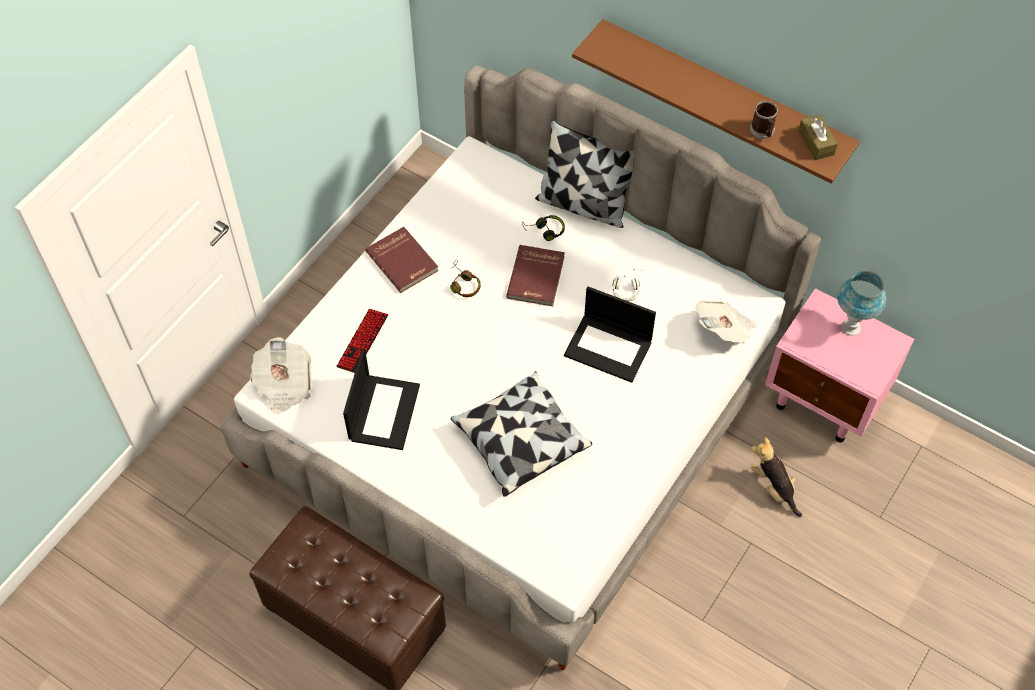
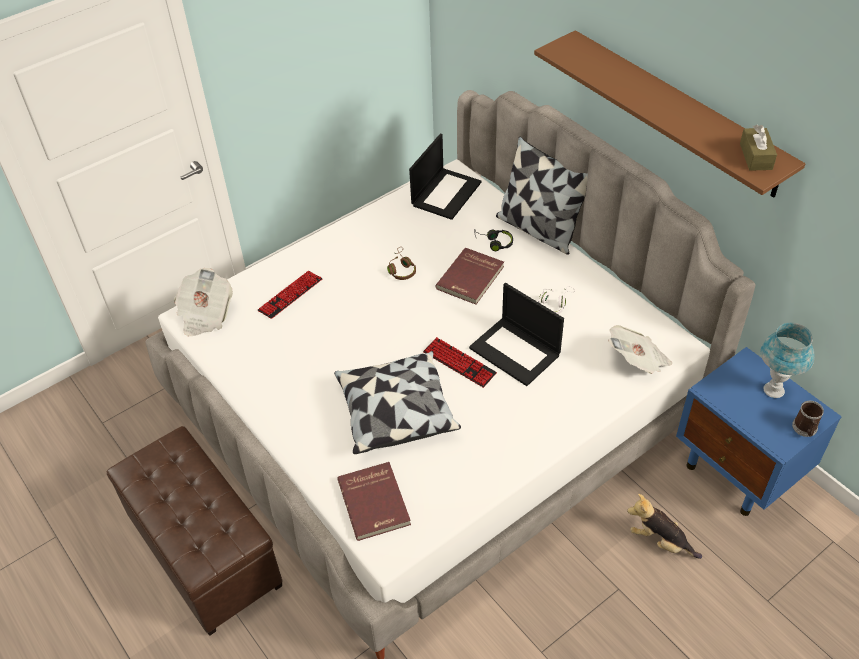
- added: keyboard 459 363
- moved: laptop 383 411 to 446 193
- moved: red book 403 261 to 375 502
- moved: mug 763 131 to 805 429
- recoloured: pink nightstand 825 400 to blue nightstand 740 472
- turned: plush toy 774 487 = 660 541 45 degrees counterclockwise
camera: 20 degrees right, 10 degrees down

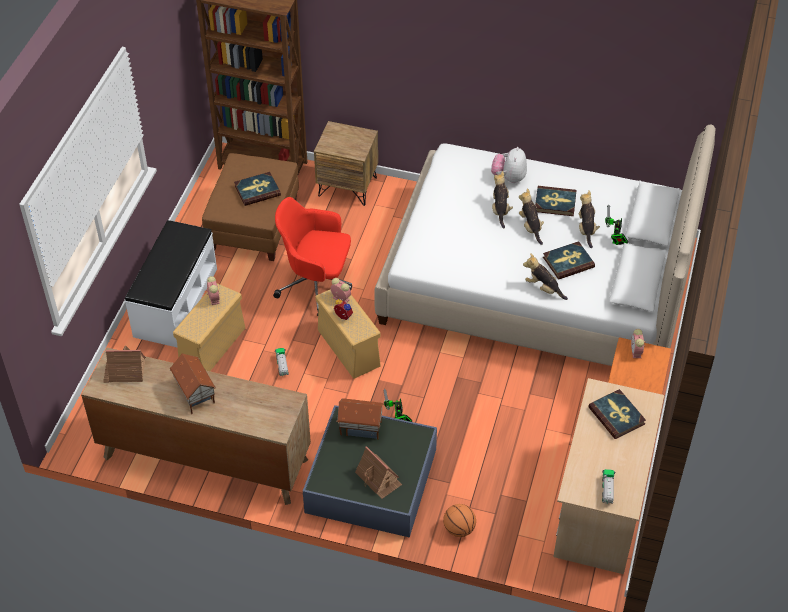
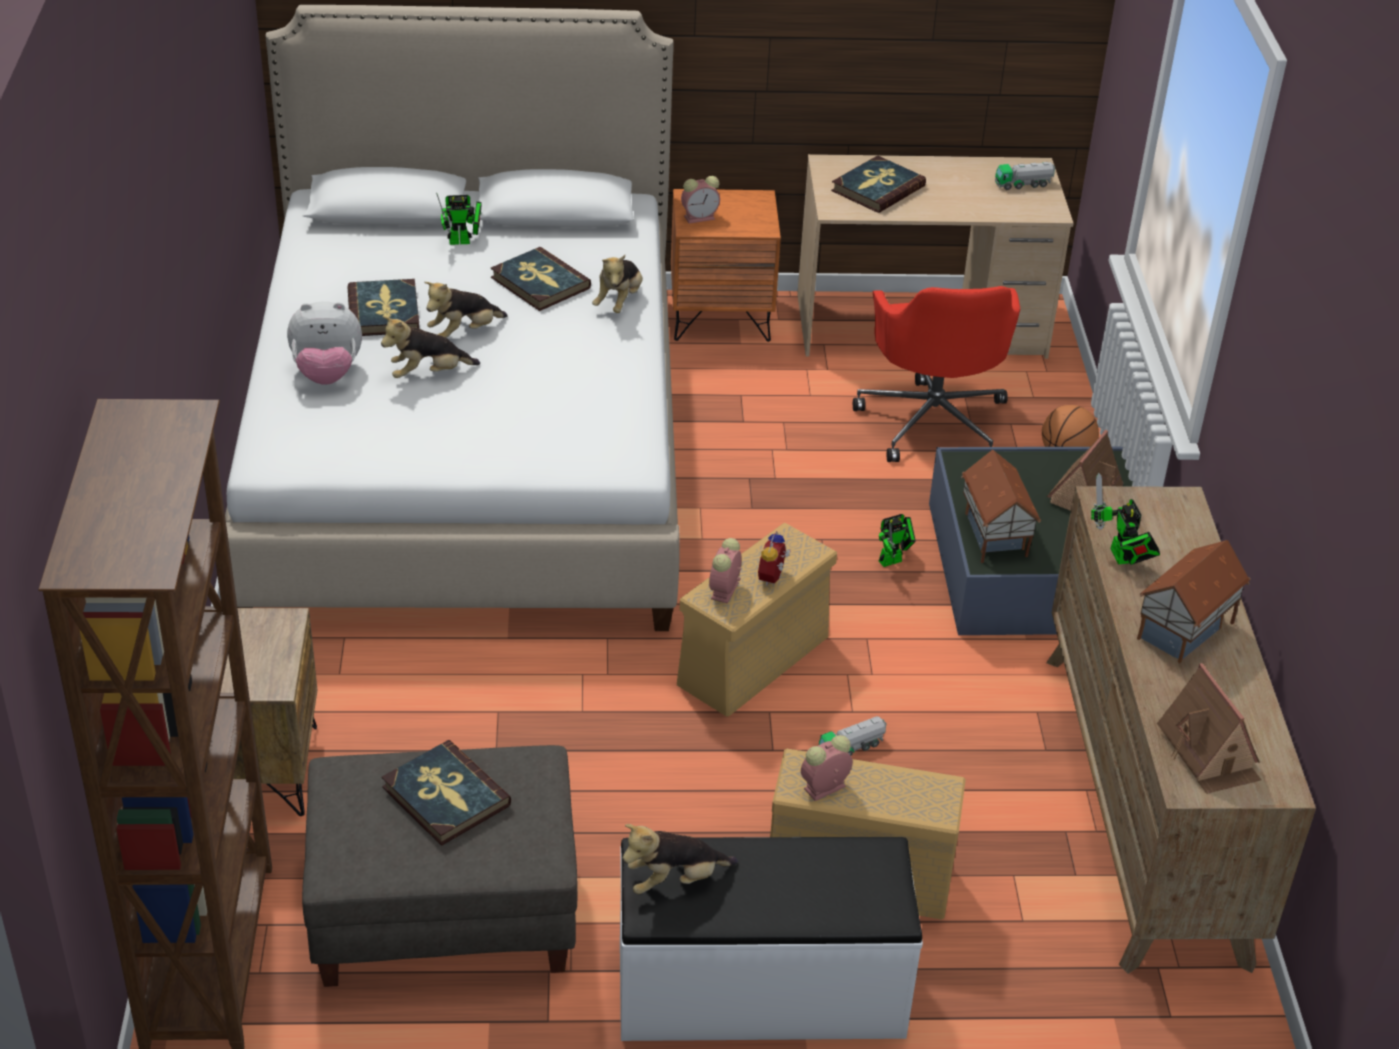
- added: toy robot 1121 558
- moved: red office chair 316 285 to 933 421
- moved: plush toy 586 229 to 674 880
- recoloured: brown ottoman 253 225 to grey ottoman 444 912
camera: 110 degrees left, 10 degrees down

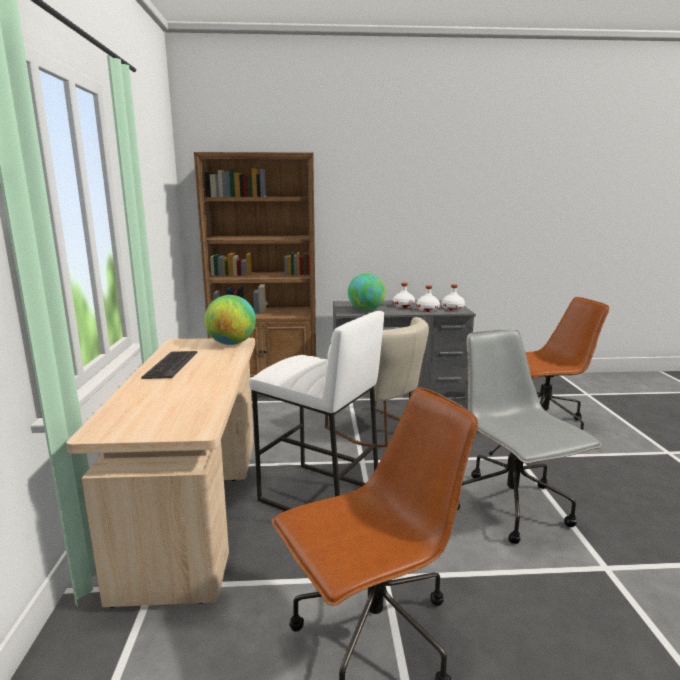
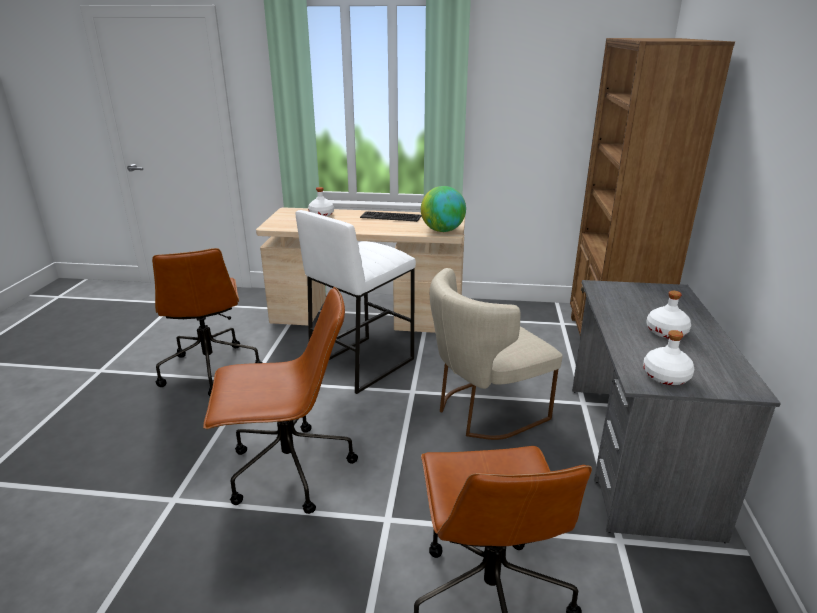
- removed: globe 366 310
- moved: white bottle 428 310 to 321 215
- recoloured: grey office chair 511 507 to brown office chair 288 471
camera: 100 degrees right, 10 degrees up

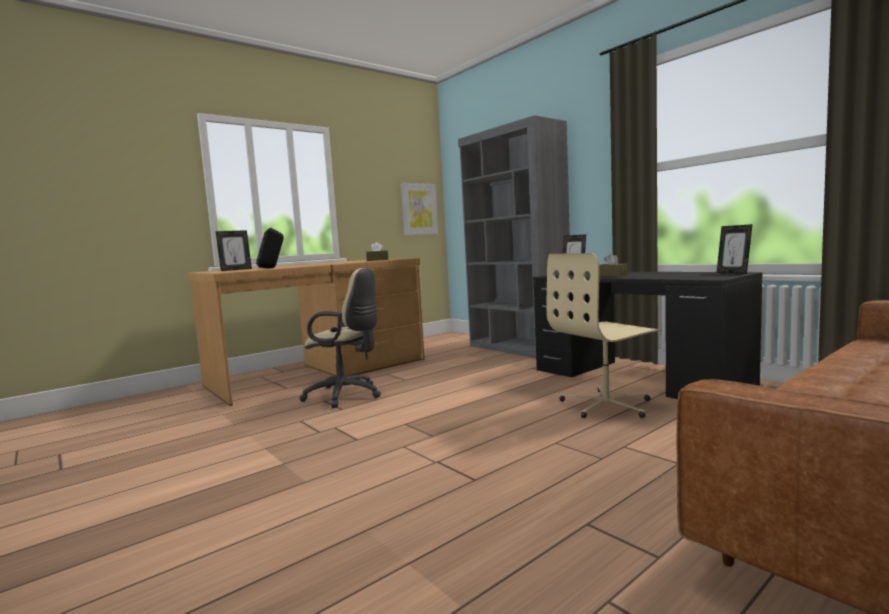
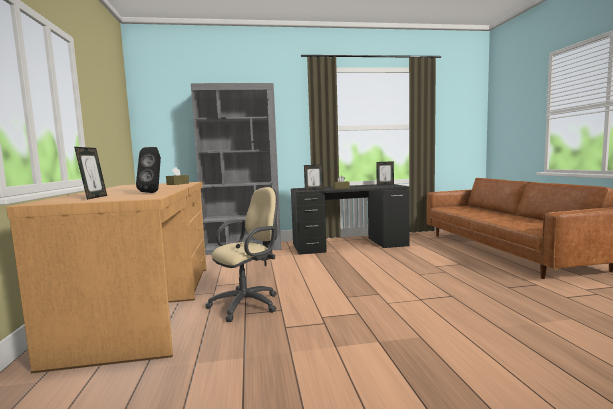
- removed: picture 419 209
- removed: beige office chair 607 405
camera: 60 degrees left, 0 degrees up

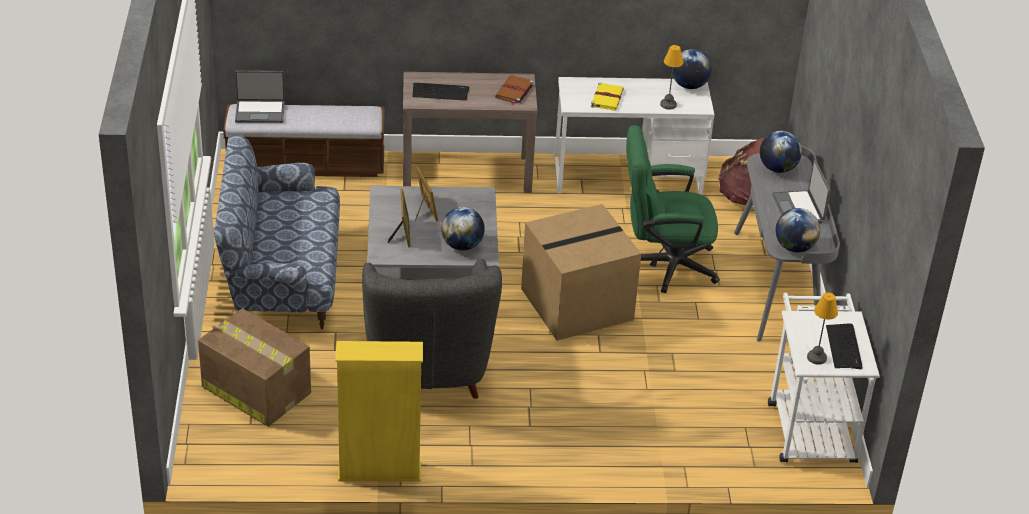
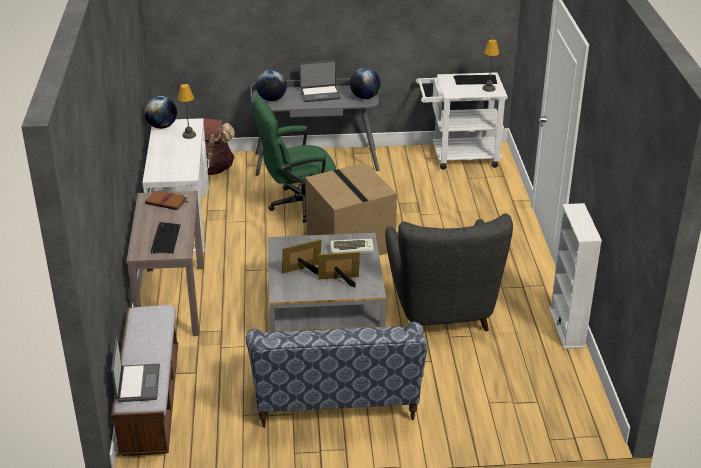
- removed: cardboard box 255 389
- removed: yellow book 607 98
- replaced: globe 462 245 to keyboard 352 250
- recoloured: yellow bookcase 379 472 to white bookcase 567 328
- turned: grey armchair 427 368 = 442 310 90 degrees clockwise
- turned: green office chair 663 265 = 298 205 75 degrees clockwise
camera: 90 degrees left, 5 degrees down

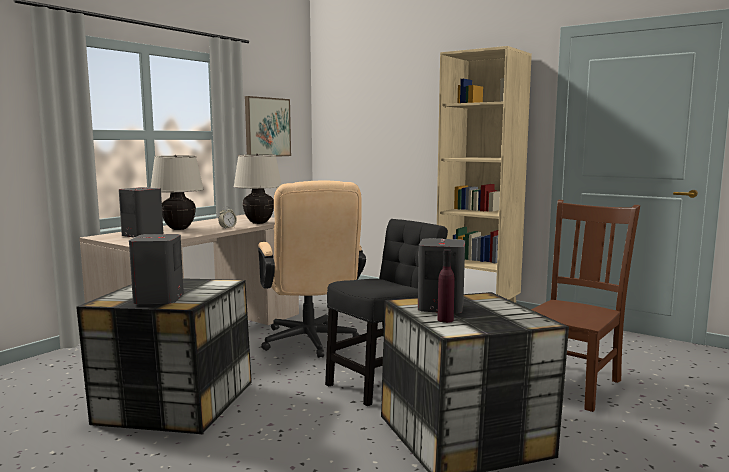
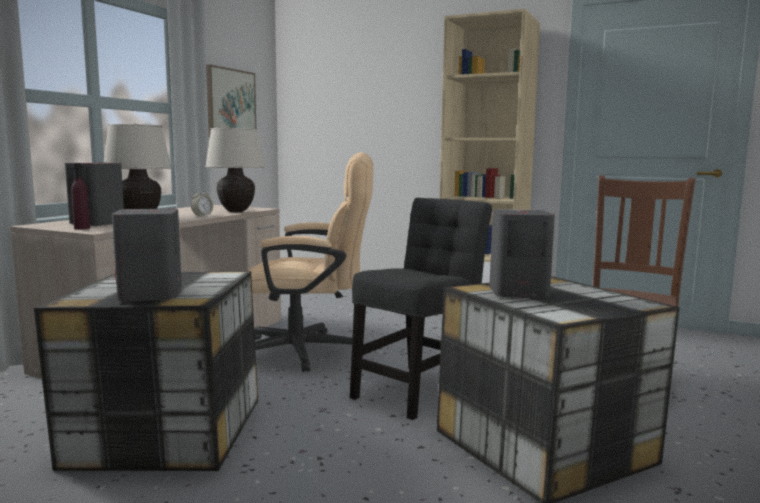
- moved: purple bottle 445 320 to 82 228
- turned: beige office chair 310 343 = 310 351 60 degrees counterclockwise
camera: 10 degrees left, 0 degrees up

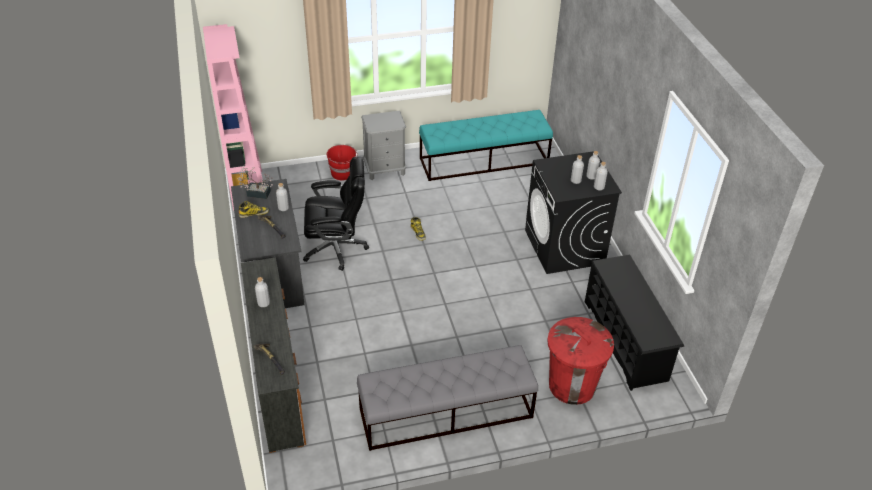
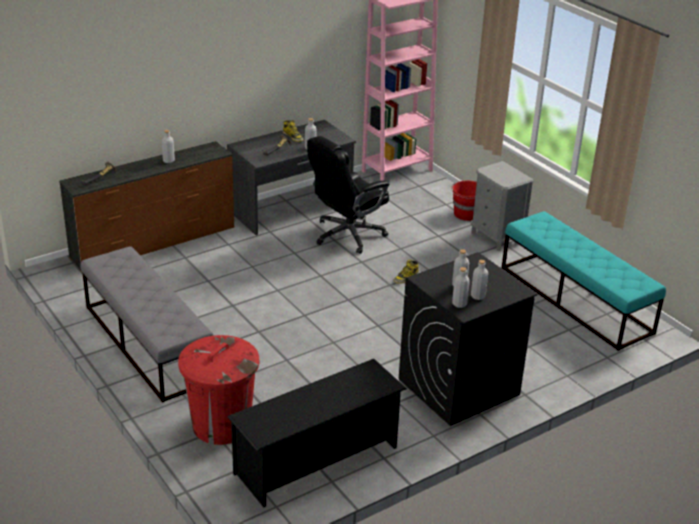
- removed: potted plant 256 193
- turned: black office chair 336 248 = 347 235 75 degrees clockwise
camera: 70 degrees right, 10 degrees down

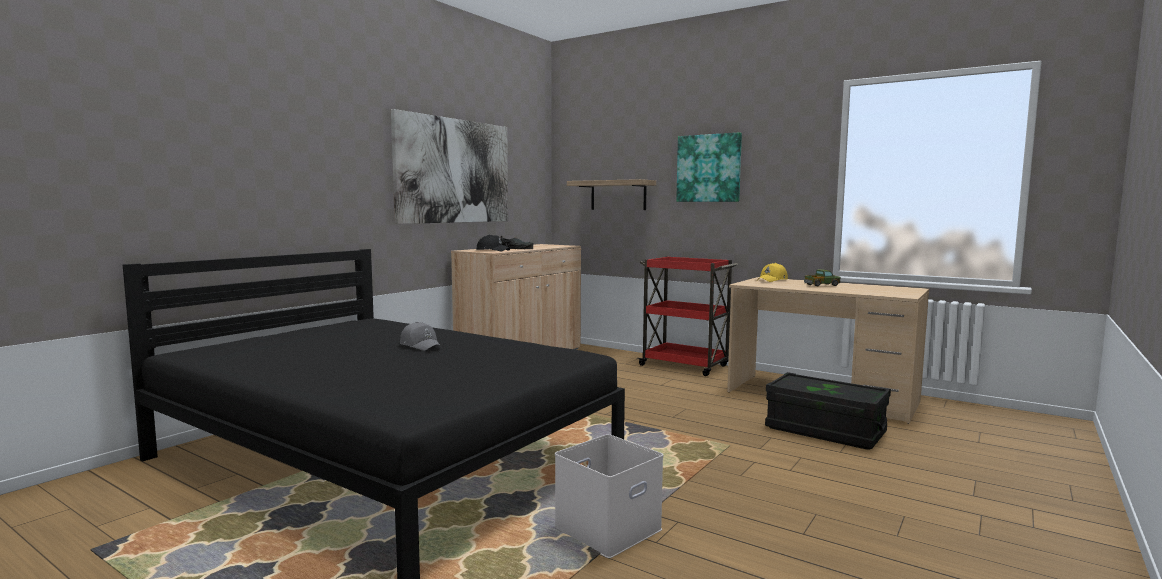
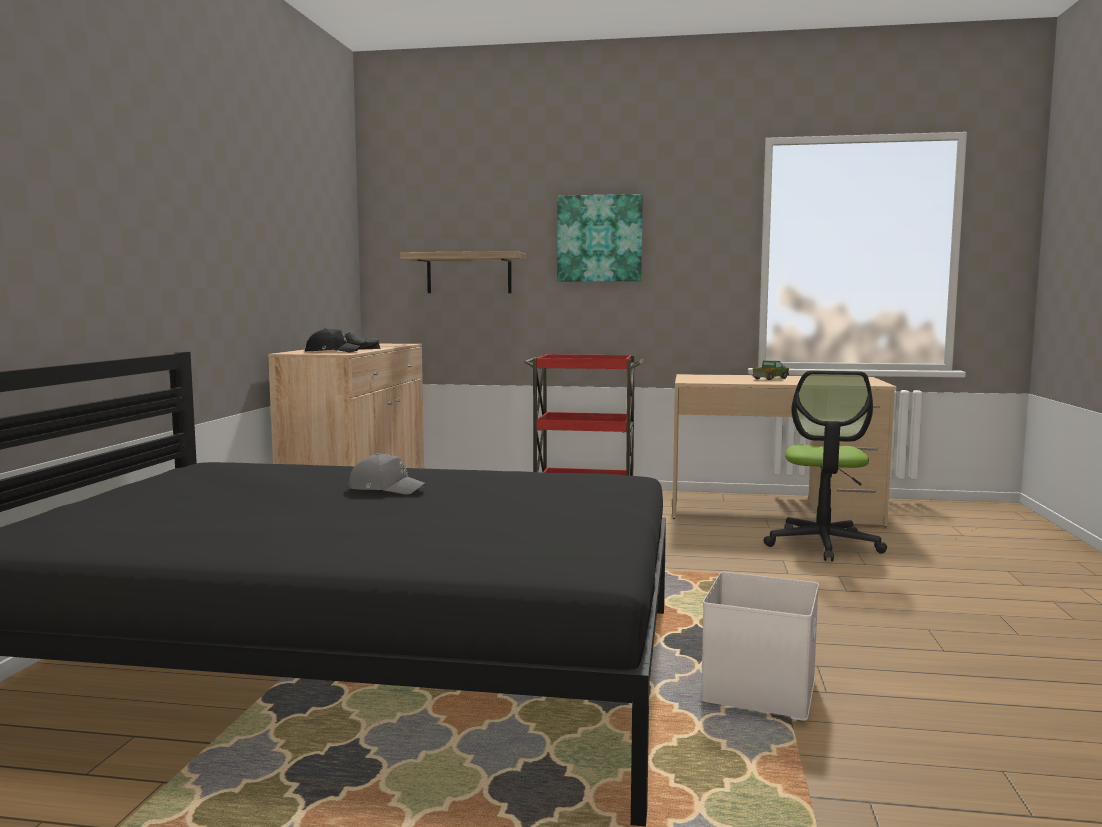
- removed: picture 454 171
- removed: yellow cap 772 280
- replaced: black storage box 825 430 to office chair 823 545
camera: 25 degrees left, 0 degrees up

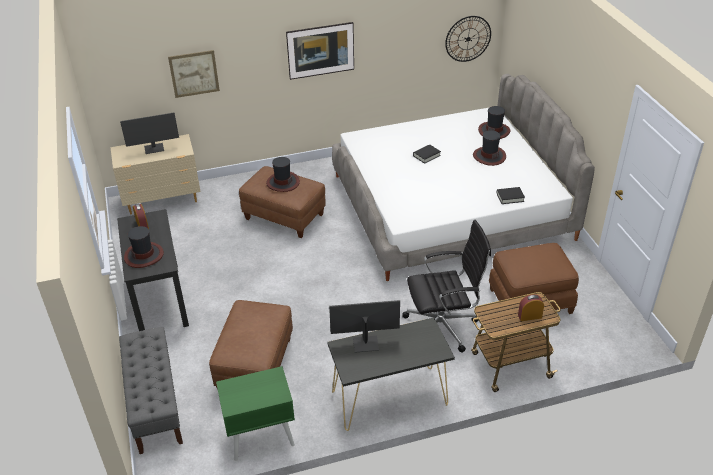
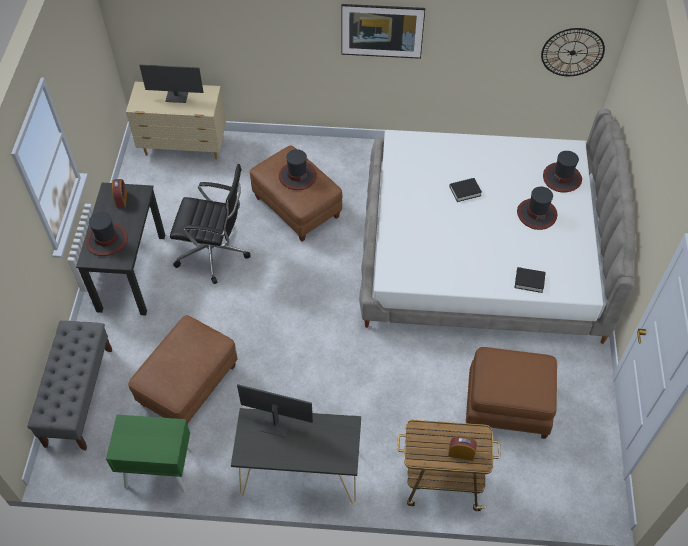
- removed: picture 194 73
- moved: black office chair 443 327 to 214 253
camera: 20 degrees right, 15 degrees up

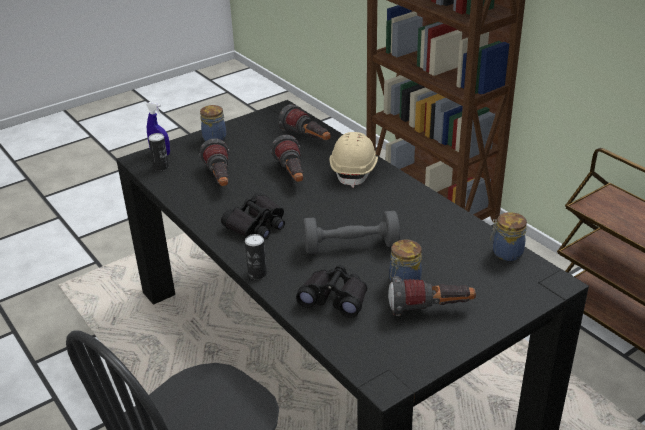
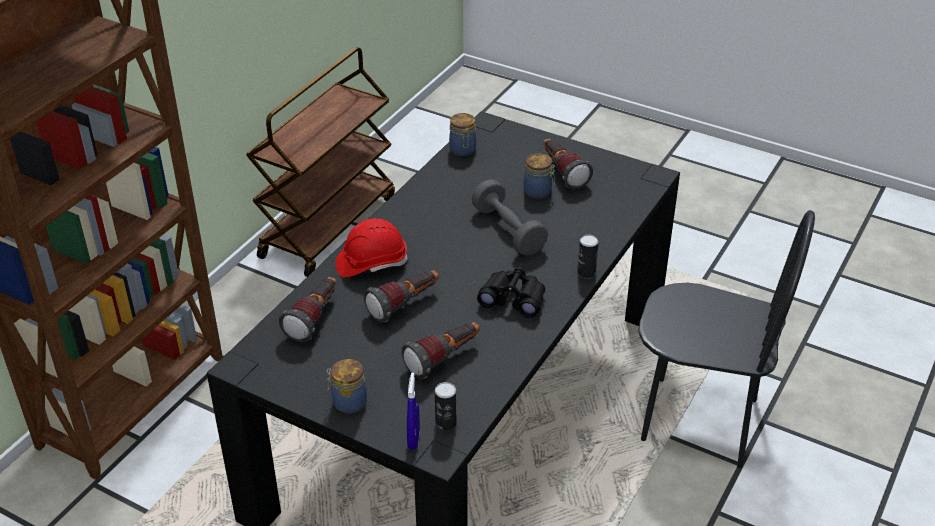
- removed: black binoculars 335 298
- recoloured: beige hard hat 354 170 to red hard hat 371 263
camera: 115 degrees left, 5 degrees up

